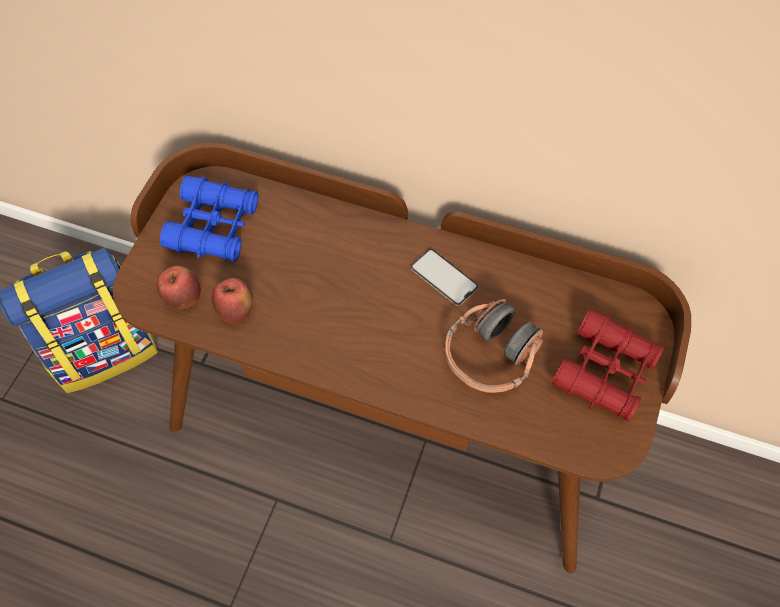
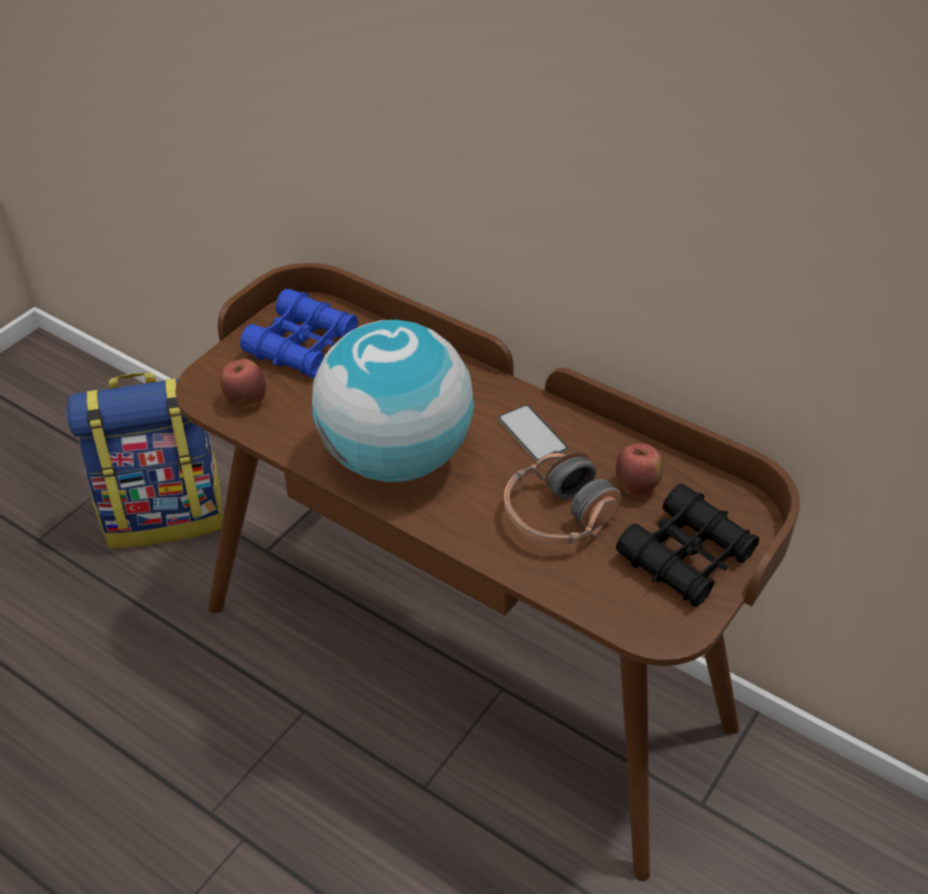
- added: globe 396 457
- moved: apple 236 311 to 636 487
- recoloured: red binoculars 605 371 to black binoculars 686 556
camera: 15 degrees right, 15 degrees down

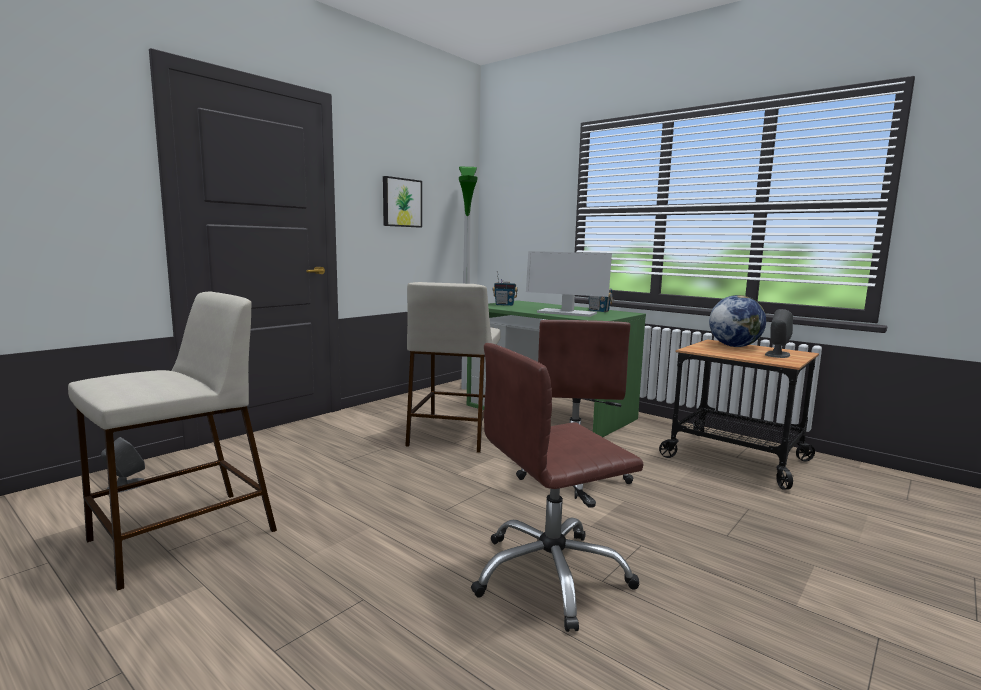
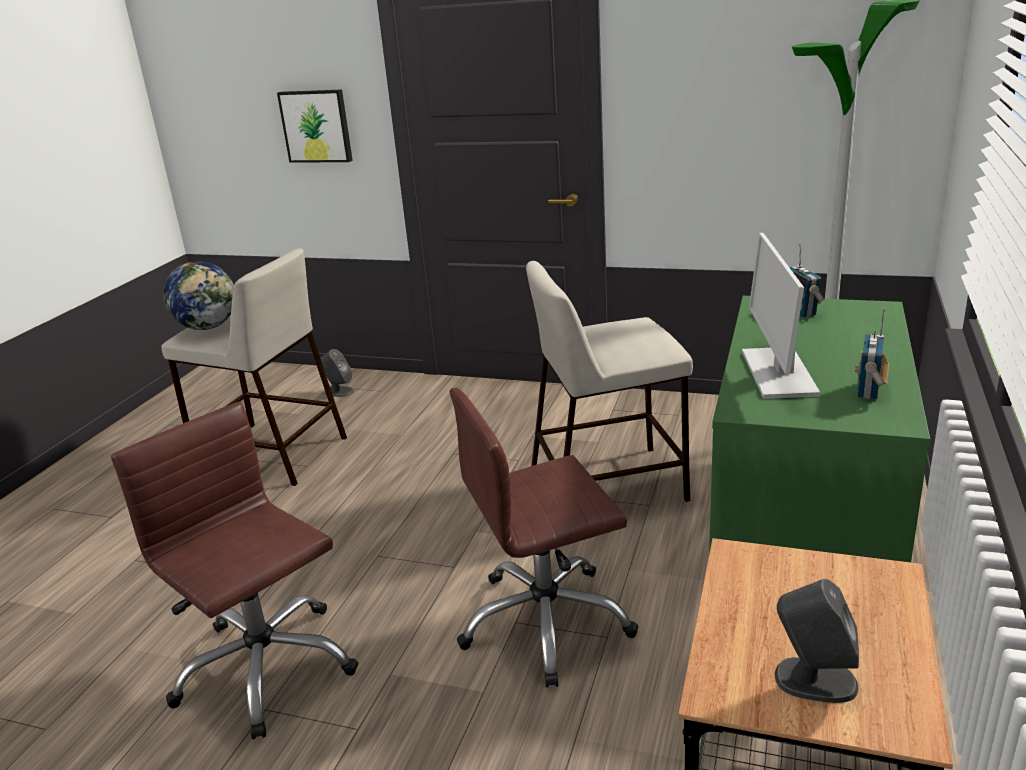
- moved: picture 401 202 to 316 126
- moved: globe 734 346 to 208 327
camera: 70 degrees right, 15 degrees up

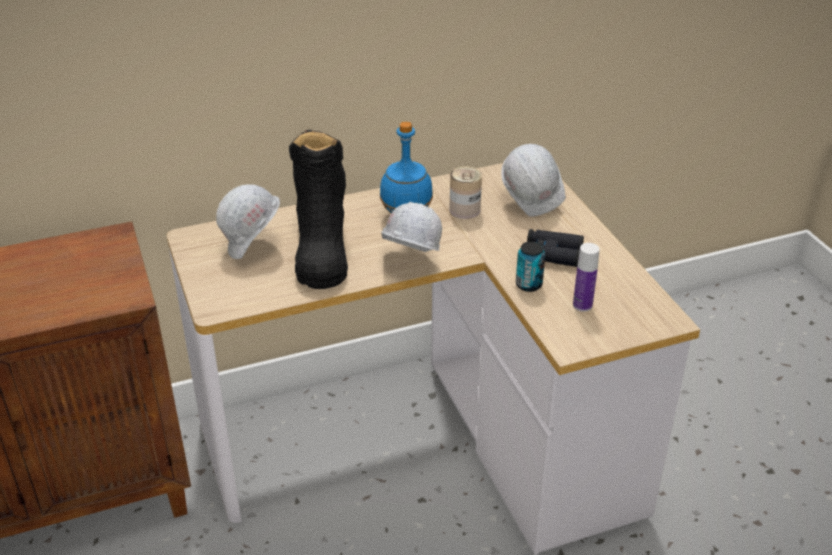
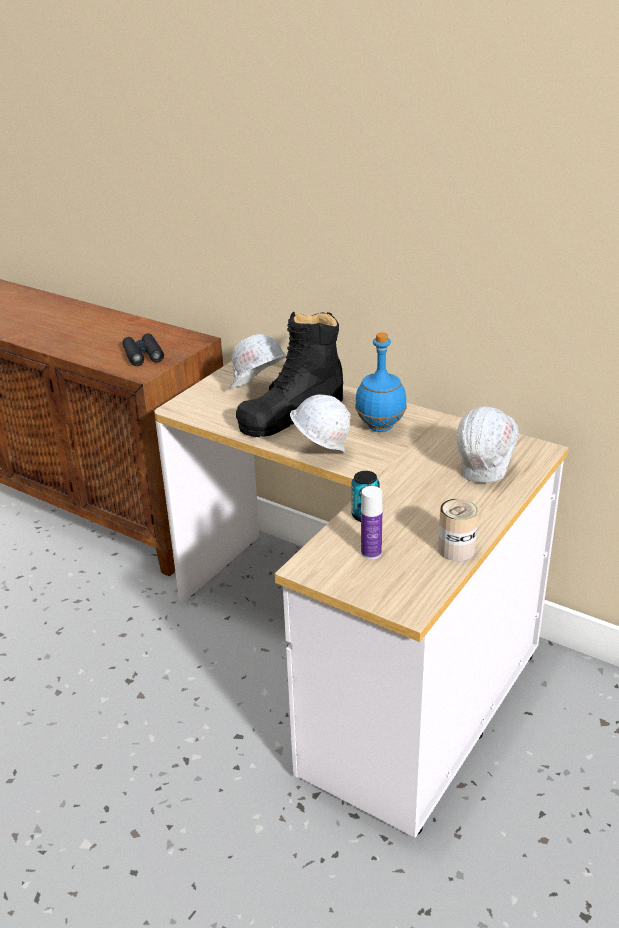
- moved: can 464 210 to 456 549
- moved: black binoculars 552 254 to 143 355
camera: 55 degrees right, 5 degrees down

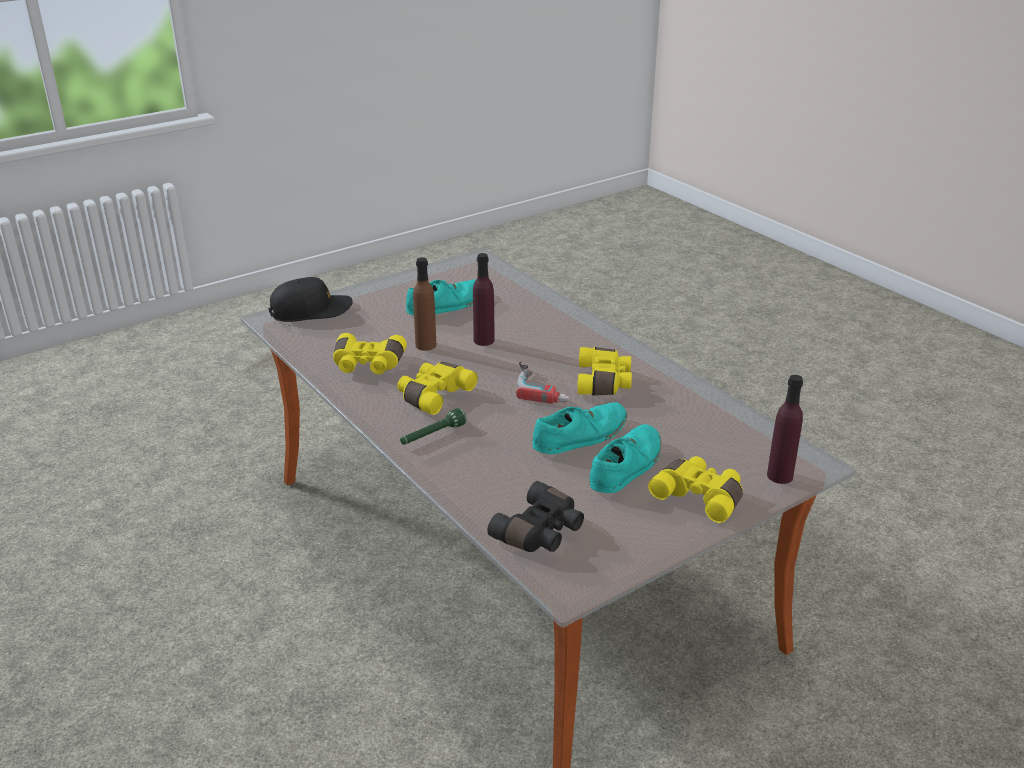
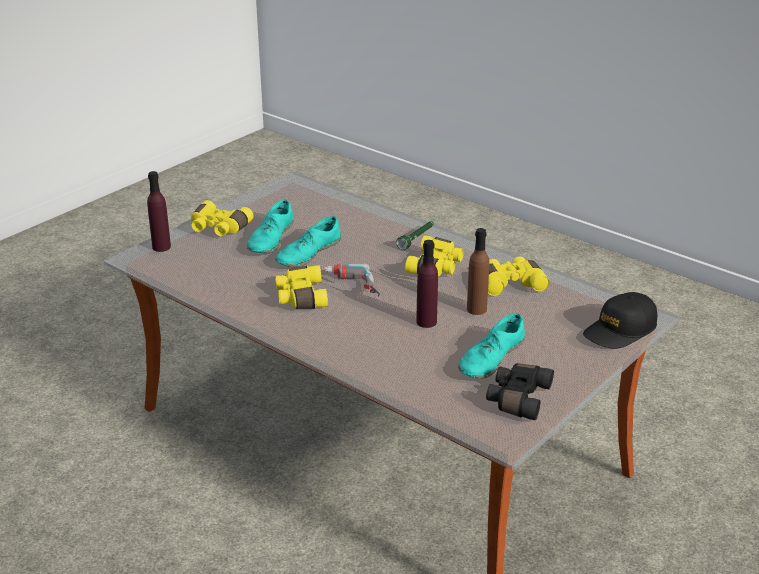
- moved: black binoculars 541 532 to 517 398
camera: 165 degrees right, 0 degrees up

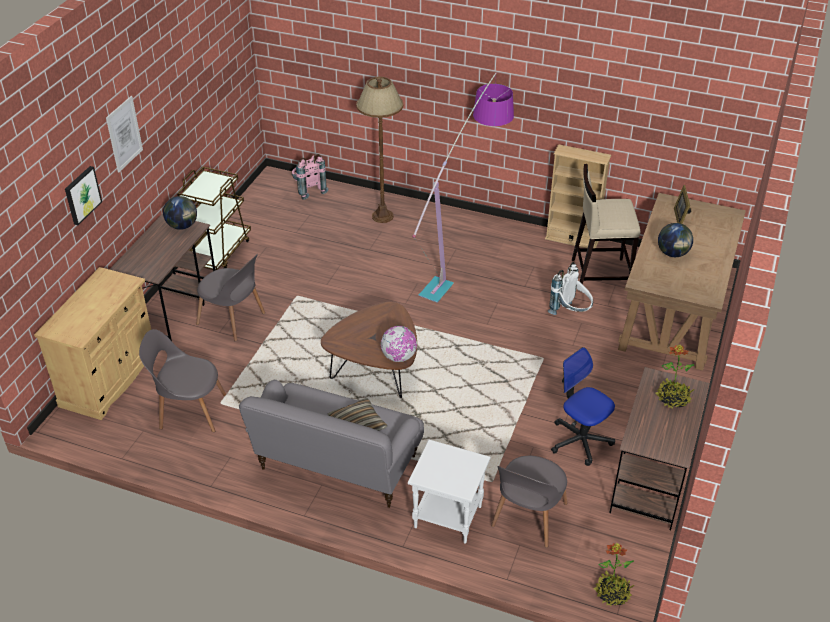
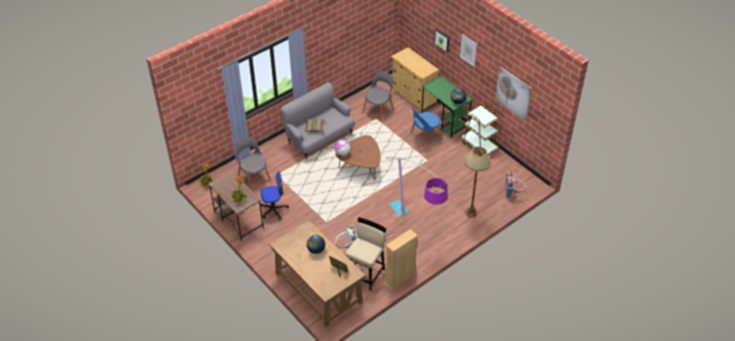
- removed: white side table 446 517
- added: picture 513 93
- recoloured: brown desk 173 309 to green desk 445 121
- recoloured: grey chair 233 320 to blue chair 424 136
camera: 120 degrees right, 5 degrees up

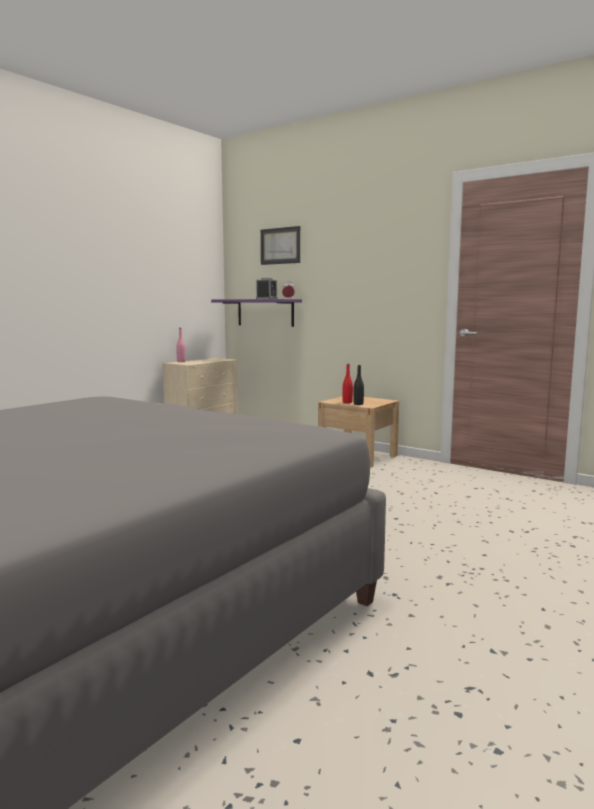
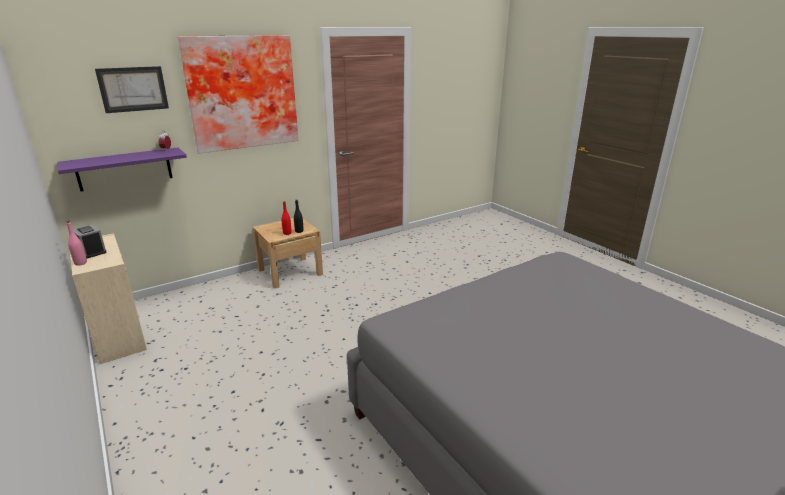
- added: picture 242 93
- moved: alarm clock 266 299 to 92 252
camera: 70 degrees left, 15 degrees up

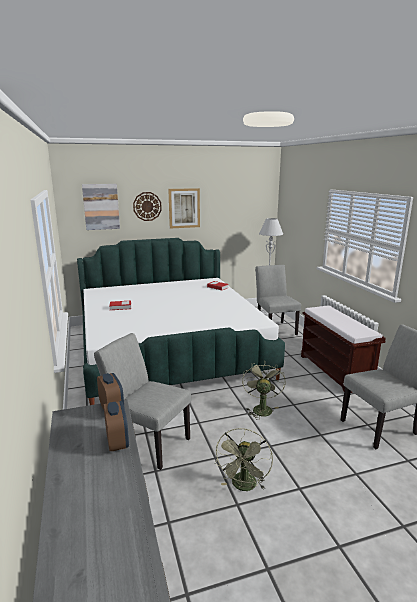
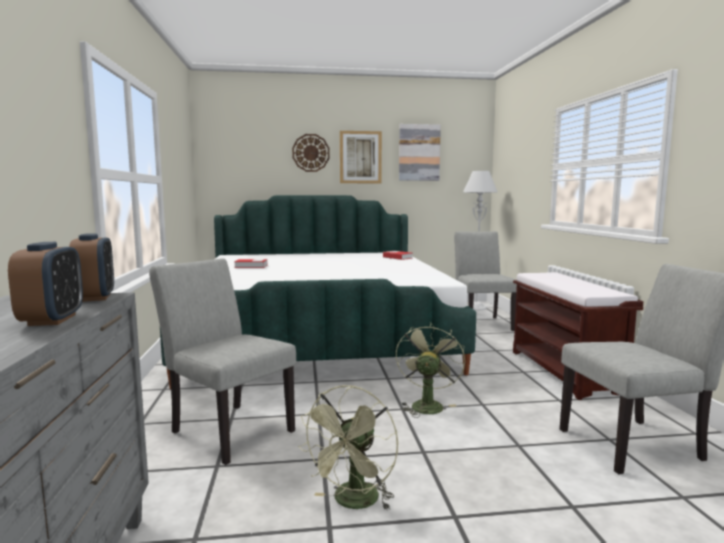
- moved: picture 101 206 to 419 152
camera: 10 degrees right, 10 degrees down

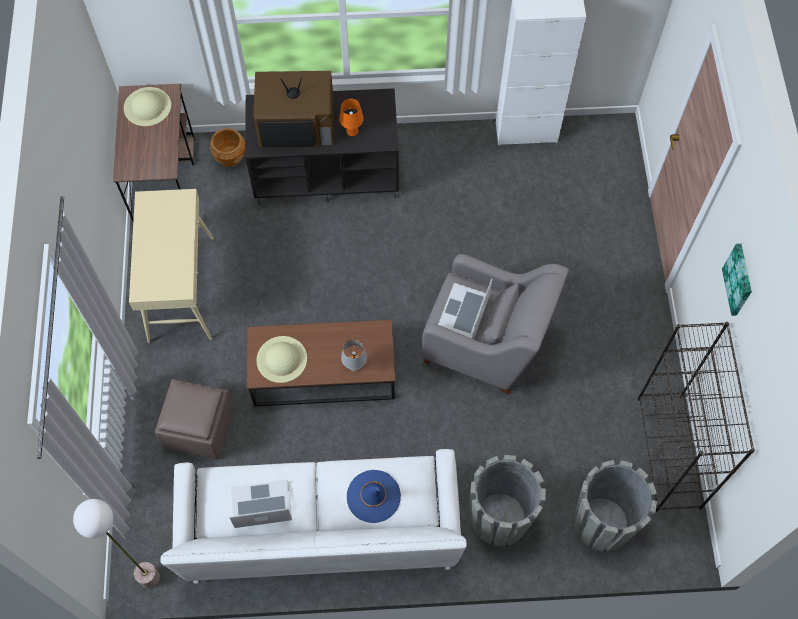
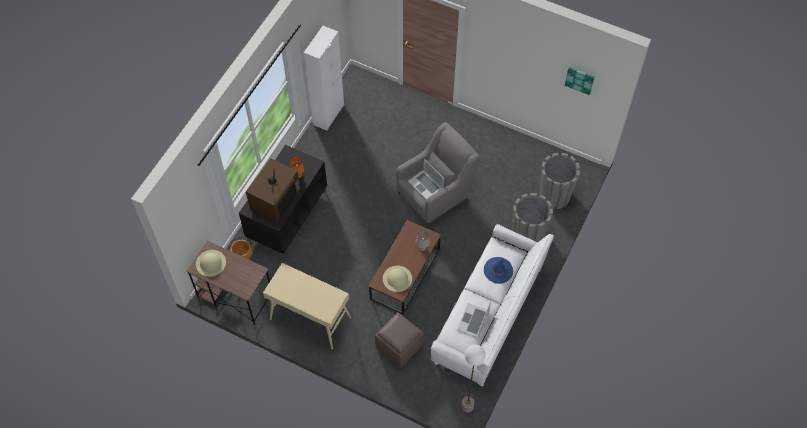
- removed: black bookcase 669 453
- moved: picture 739 279 to 579 80
camera: 60 degrees left, 5 degrees down

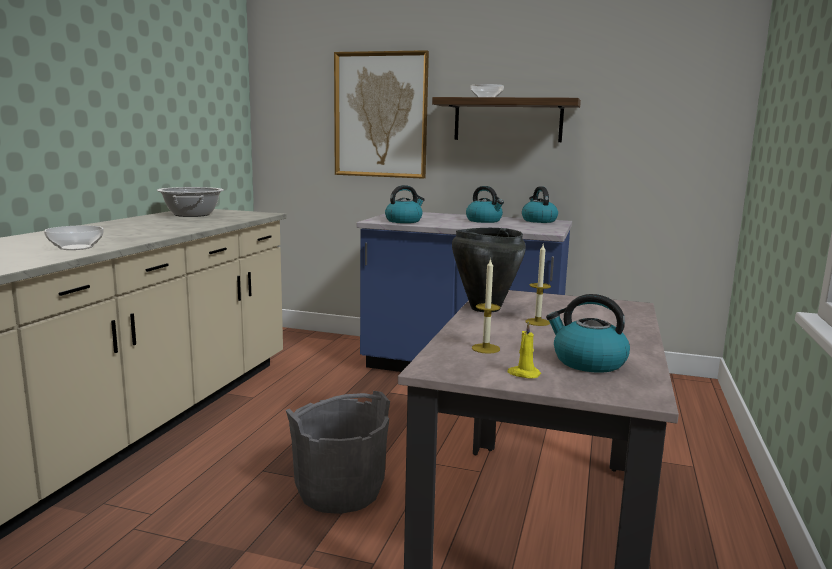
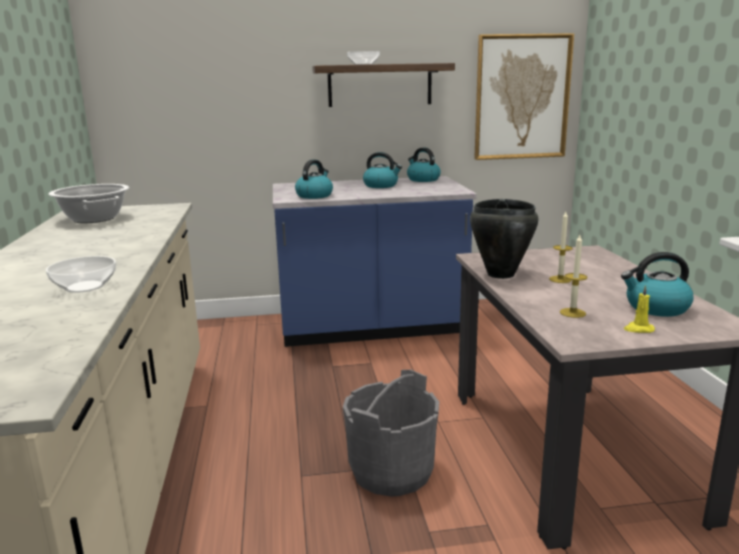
- moved: picture 380 115 to 522 97
camera: 25 degrees left, 5 degrees up

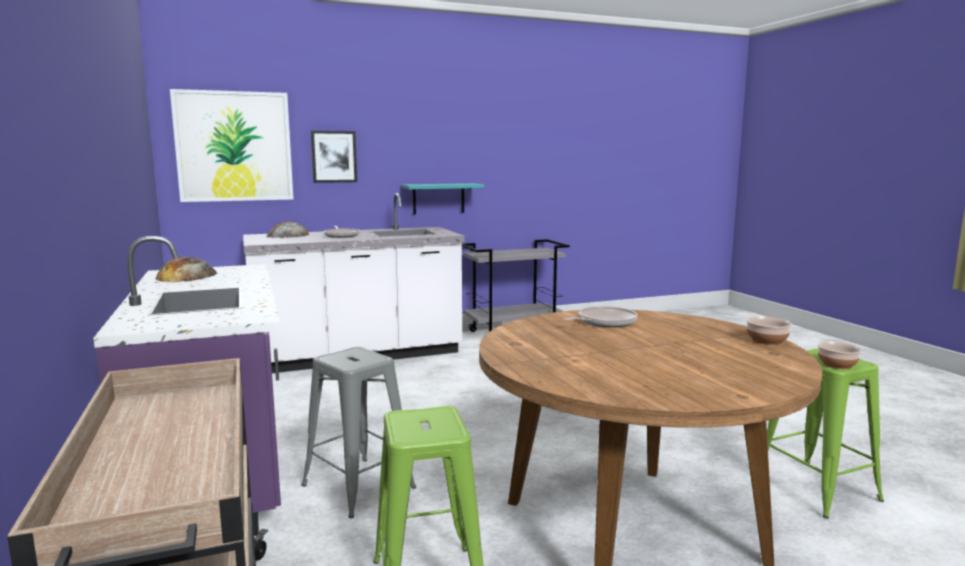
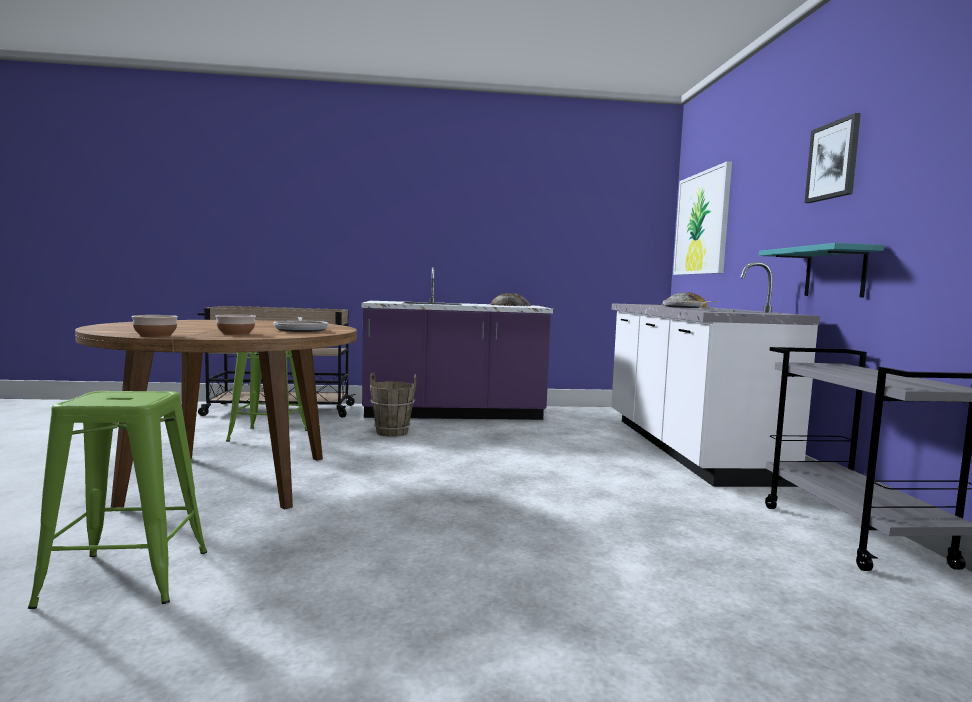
- moved: picture 334 156 to 833 161
- moved: bowl 837 365 to 235 333
- replaced: grey stool 358 486 to brown bucket 392 432
camera: 105 degrees right, 5 degrees down

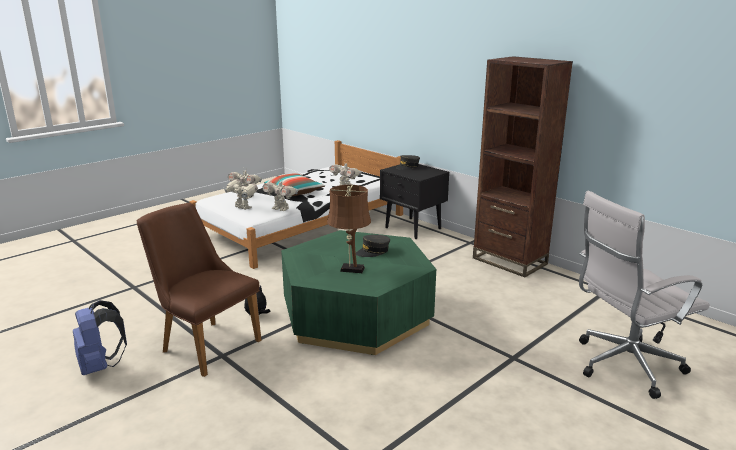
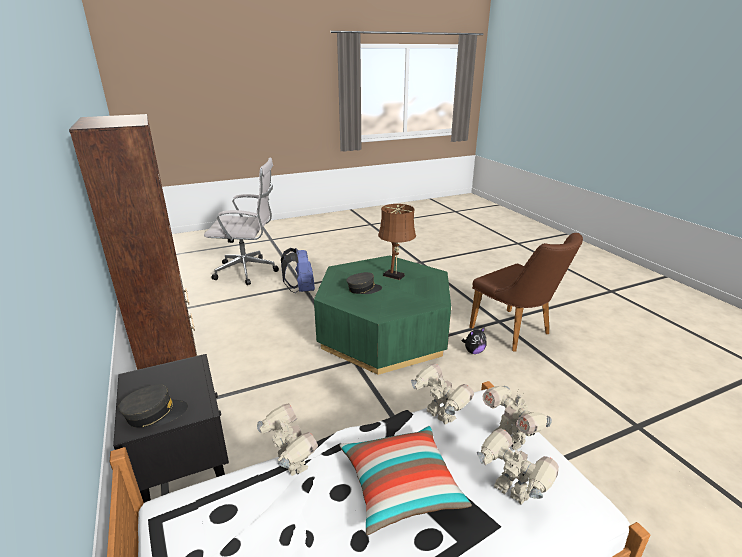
- moved: blue backpack 101 366 to 301 290
camera: 160 degrees left, 5 degrees up

